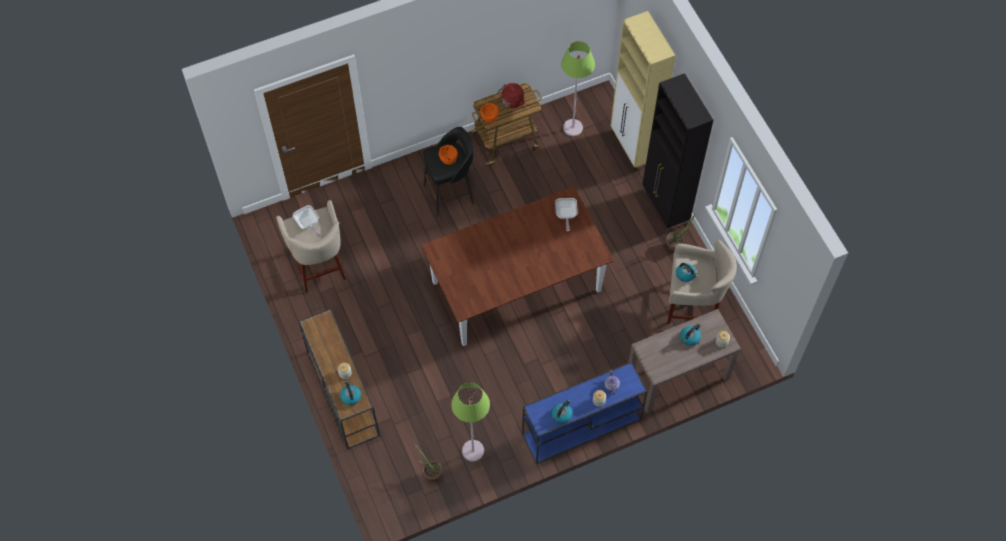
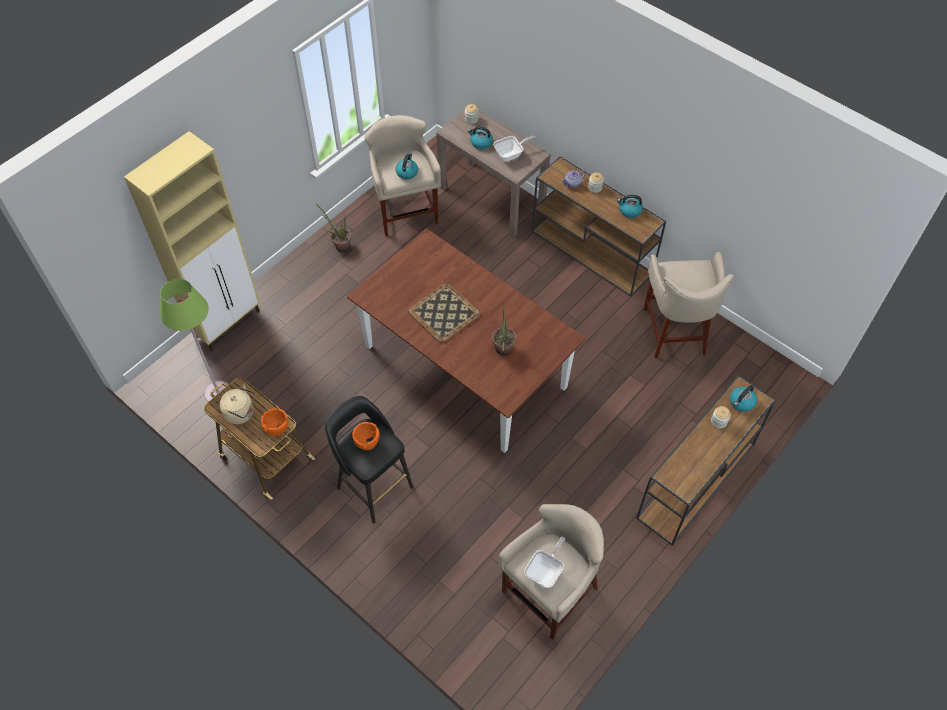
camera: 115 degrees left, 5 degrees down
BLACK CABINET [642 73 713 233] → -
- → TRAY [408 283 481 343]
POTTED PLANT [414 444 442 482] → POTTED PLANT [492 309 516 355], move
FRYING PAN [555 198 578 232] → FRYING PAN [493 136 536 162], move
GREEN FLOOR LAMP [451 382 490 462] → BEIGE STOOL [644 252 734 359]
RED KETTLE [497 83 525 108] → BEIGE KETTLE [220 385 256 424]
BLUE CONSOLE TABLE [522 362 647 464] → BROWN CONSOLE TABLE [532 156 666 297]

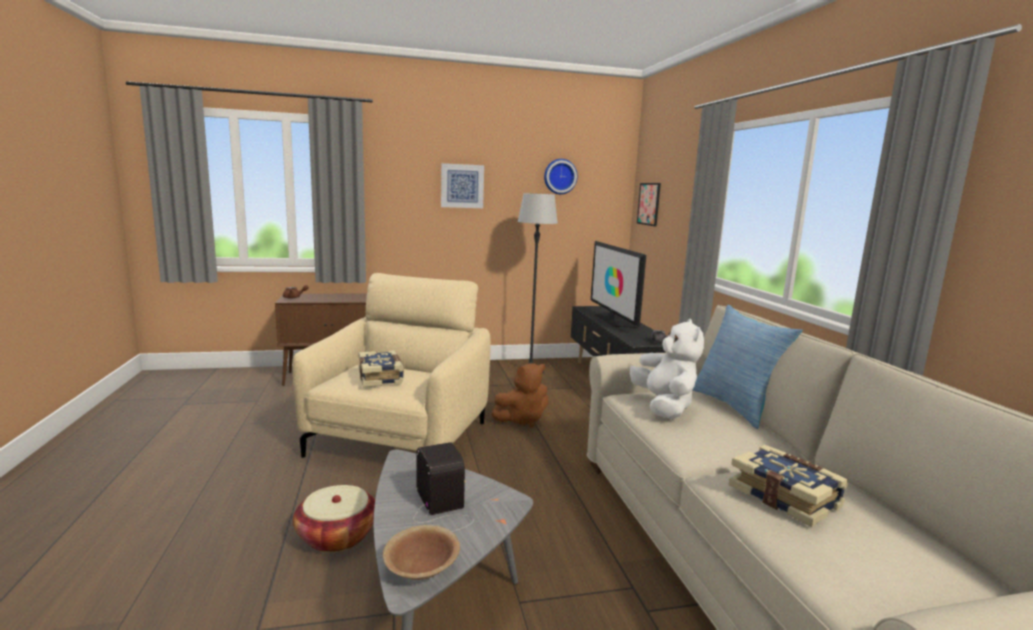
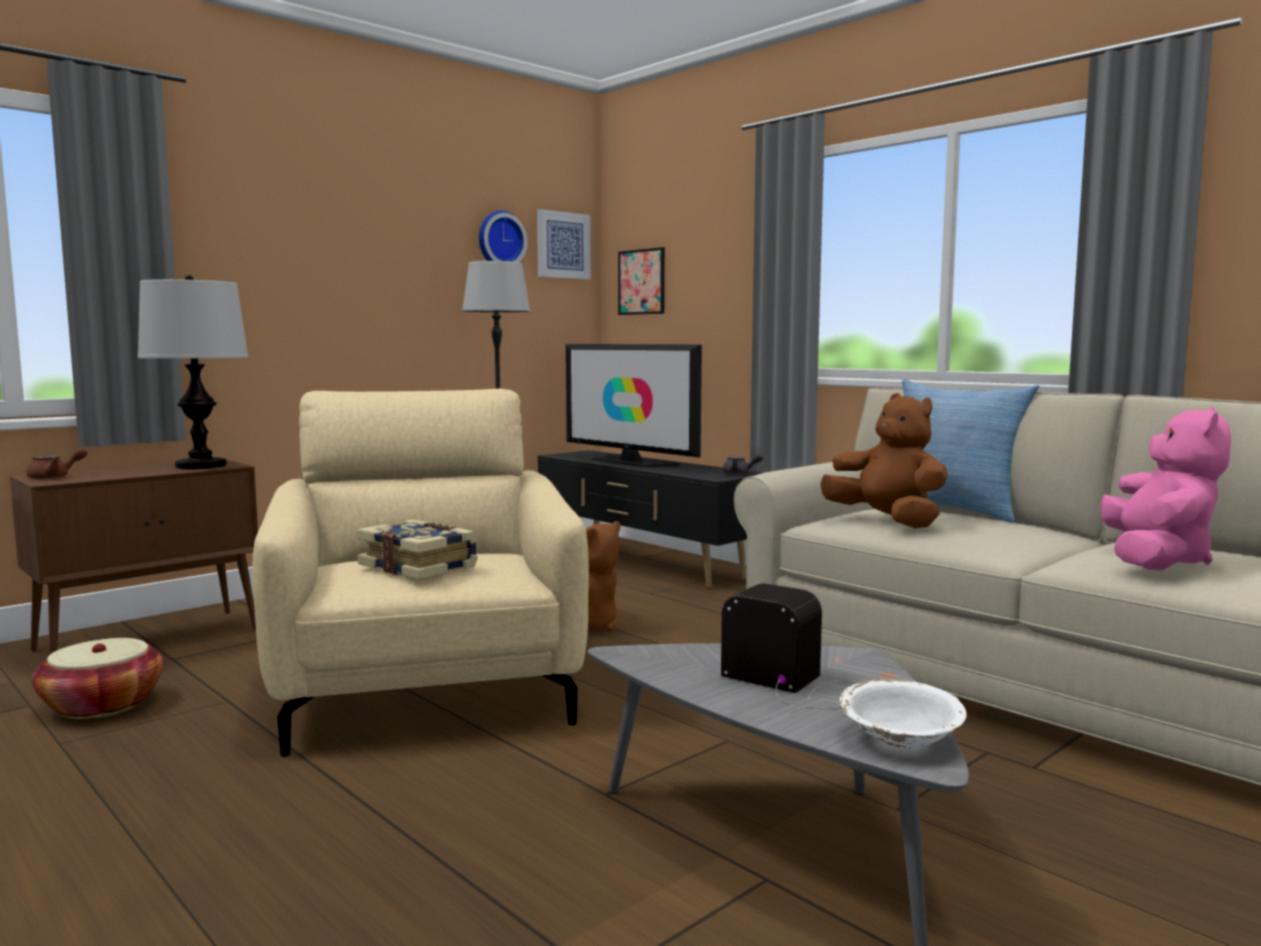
camera: 30 degrees left, 5 degrees down
- → TABLE LAMP [138 275 248 469]
BASKET [293 485 375 553] → BASKET [32 638 164 719], move
PICTURE [441 163 484 208] → PICTURE [537 209 591 280], move
BOOK [729 445 848 527] → PINK PLUSH TOY [1100 406 1231 570]
BROWN BOWL [382 525 460 580] → WHITE BOWL [839 679 967 750]
WHITE PLUSH TOY [630 319 704 419] → BROWN PLUSH TOY [820 393 948 528]

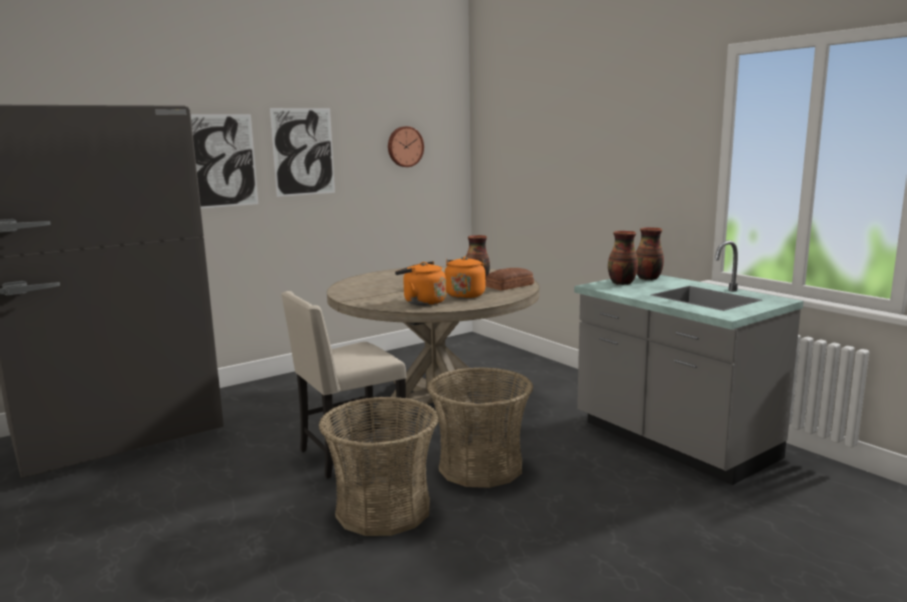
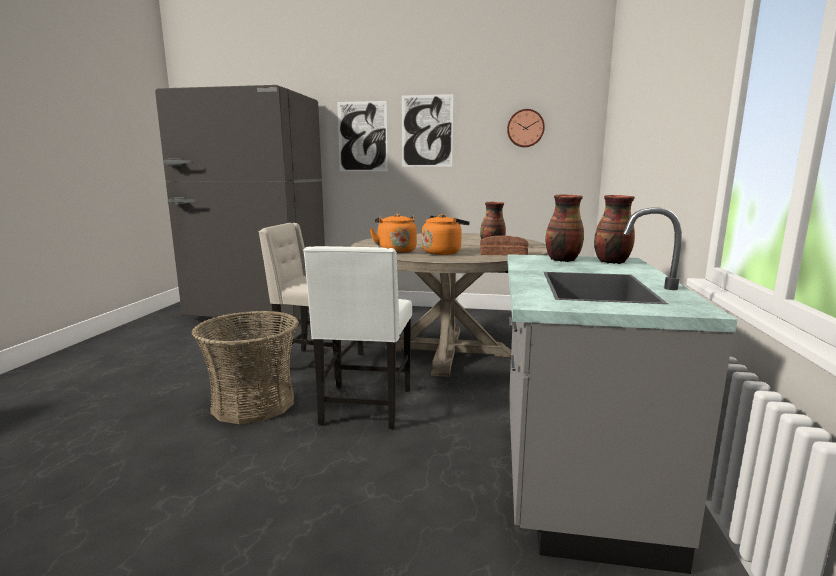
camera: 45 degrees right, 0 degrees up
BASKET [427 367 533 488] → WHITE CHAIR [303 246 412 429]

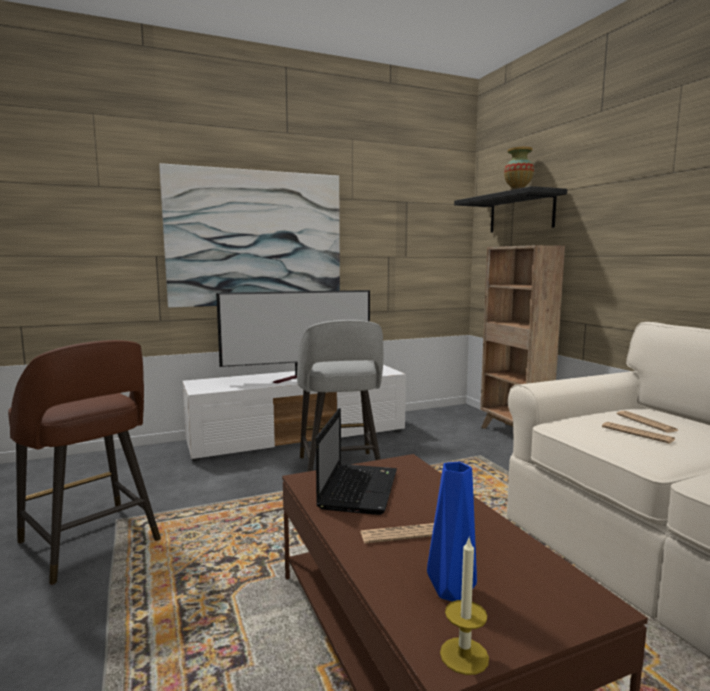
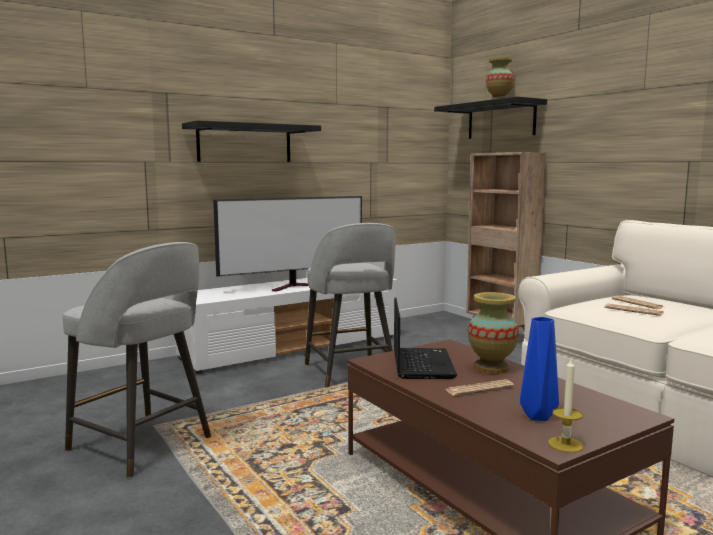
camera: 10 degrees left, 0 degrees up
- → VASE [468 292 519 374]
PICTURE [159 163 340 308] → BLACK SHELF [182 120 321 162]
BROWN STOOL [8 340 161 585] → GREY STOOL [63 242 211 478]

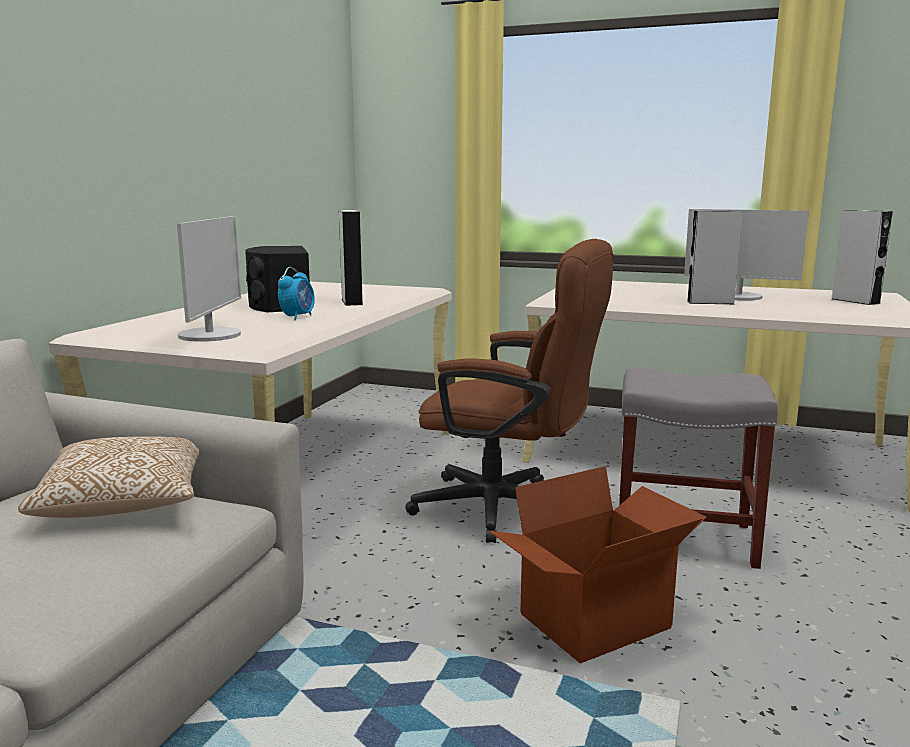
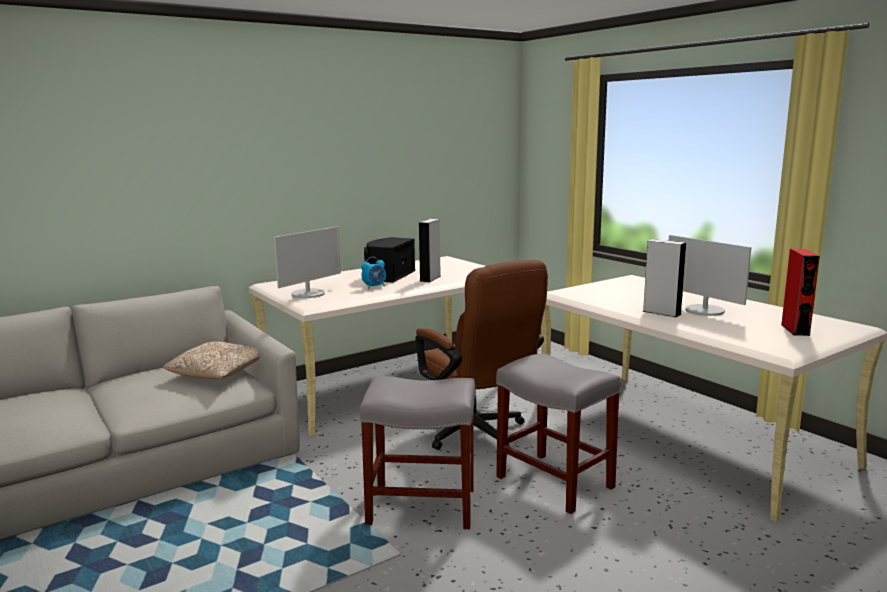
camera: 35 degrees right, 0 degrees up
CARDBOARD BOX [489 466 707 664] → GREY STOOL [360 376 475 529]
GREY SPEAKER [832 210 893 305] → RED SPEAKER [781 249 820 336]

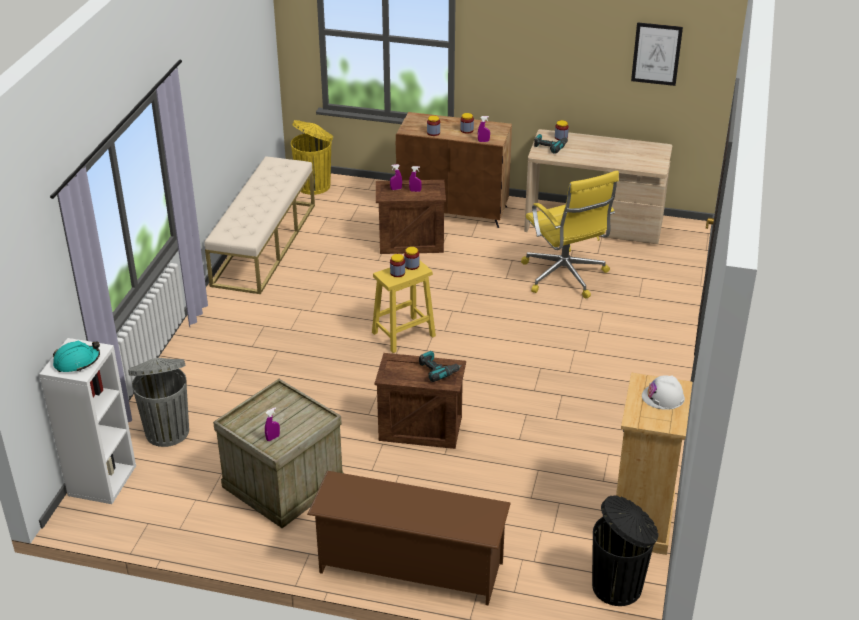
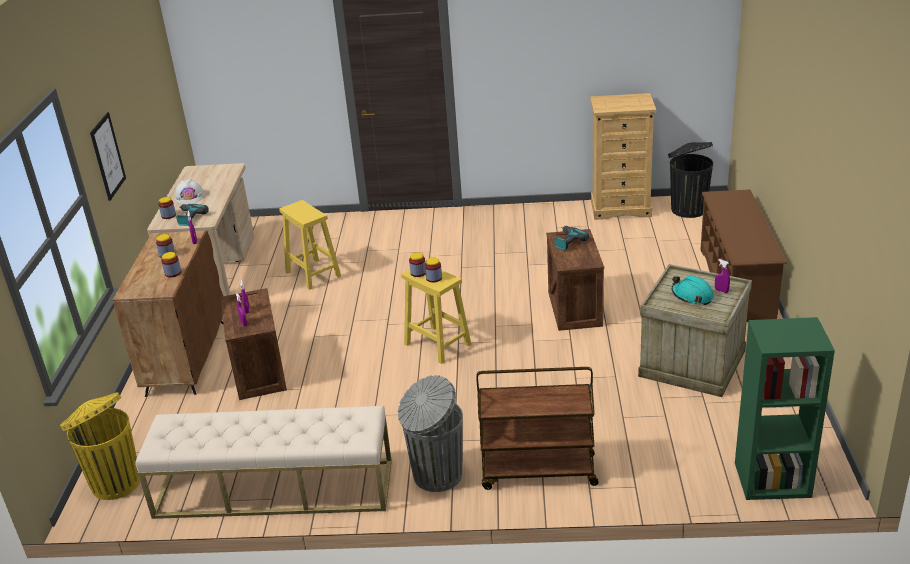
camera: 100 degrees left, 5 degrees down
- → BROWN CART [476 367 599 490]
TURQUOISE HARD HAT [53 340 100 372] → TURQUOISE HARD HAT [672 275 714 305], move
GREY TRASH CAN [128 358 189 447] → GREY TRASH CAN [398 375 463 492], move
PICTURE [631 22 683 86] → PICTURE [90 112 126 201], move
WHITE HARD HAT [642 375 685 410] → WHITE HARD HAT [175 179 205 204], move
YELLOW OFFICE CHAIR [521 170 619 298] → YELLOW STOOL [279 200 341 290]
WHITE BOOKCASE [39 338 136 504] → GREEN BOOKCASE [735 317 835 500]

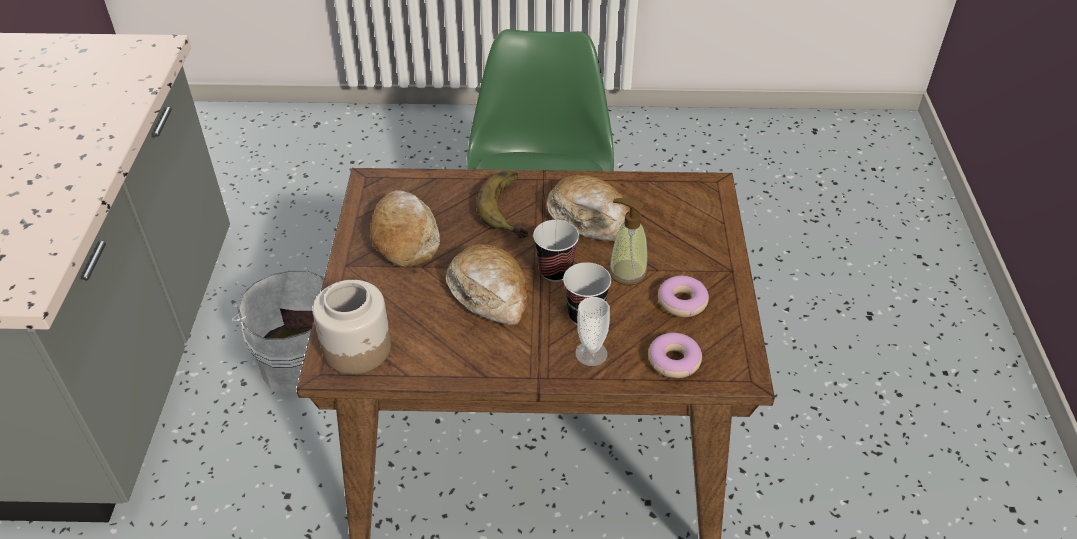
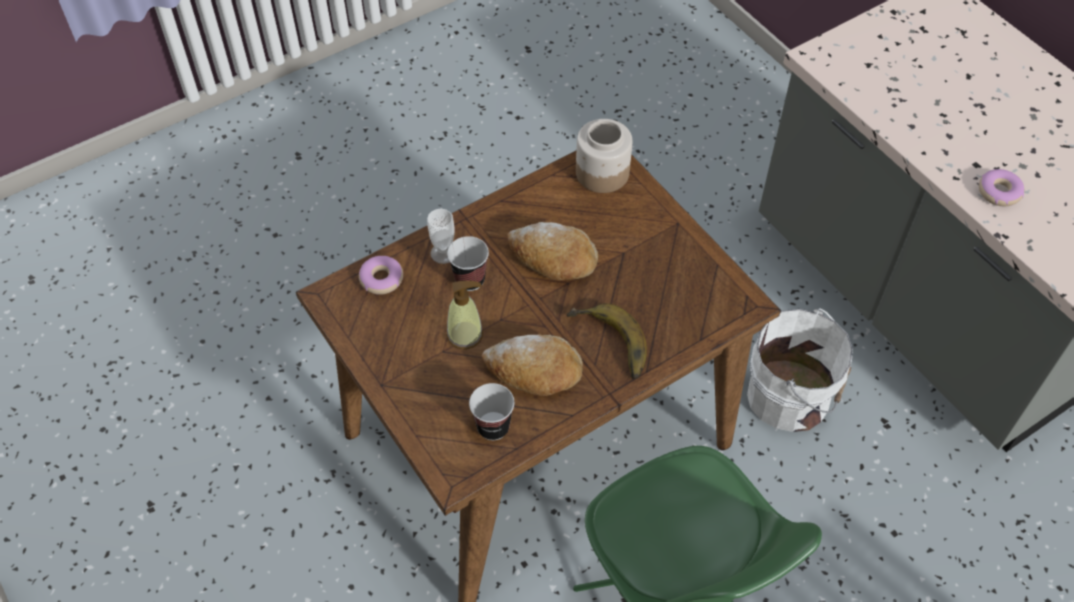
camera: 145 degrees right, 10 degrees up
BREAD [370 190 440 267] → -
CUP [533 220 579 282] → CUP [469 383 515 440], move
DONUT [658 276 709 317] → DONUT [979 169 1024 206], move

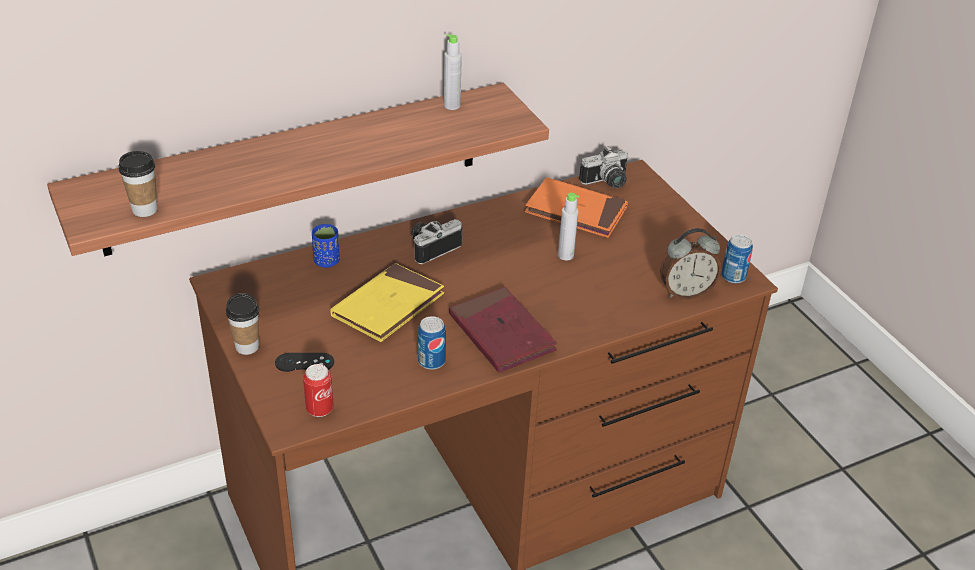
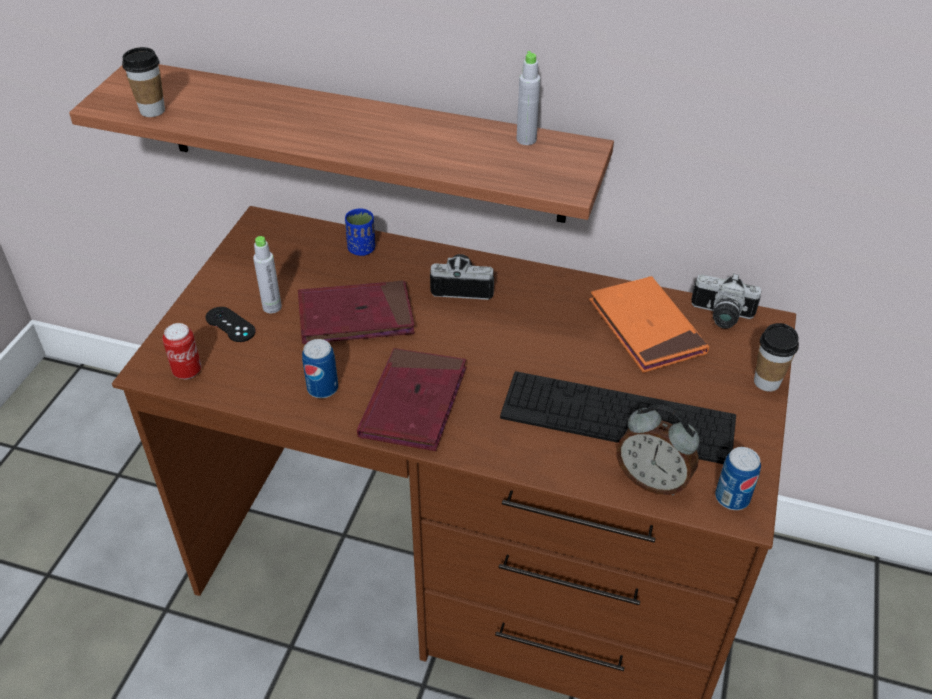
camera: 45 degrees right, 5 degrees up
- → KEYBOARD [500 371 736 464]
CUP [226 293 259 355] → CUP [754 323 799 392], move
GREY BOTTLE [558 193 579 260] → GREY BOTTLE [253 236 282 313], move
YELLOW BOOK [330 263 444 342] → RED BOOK [298 280 415 344]

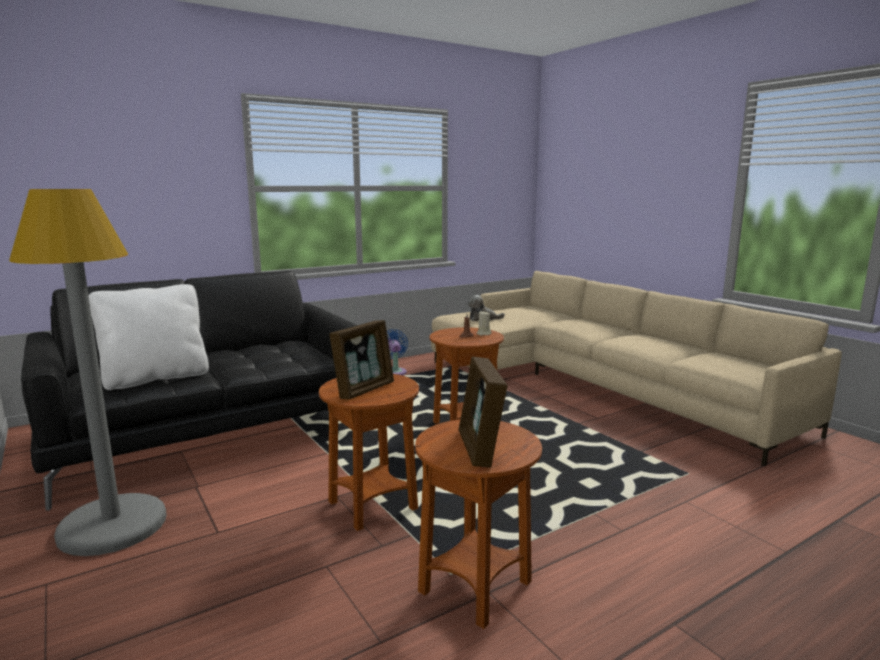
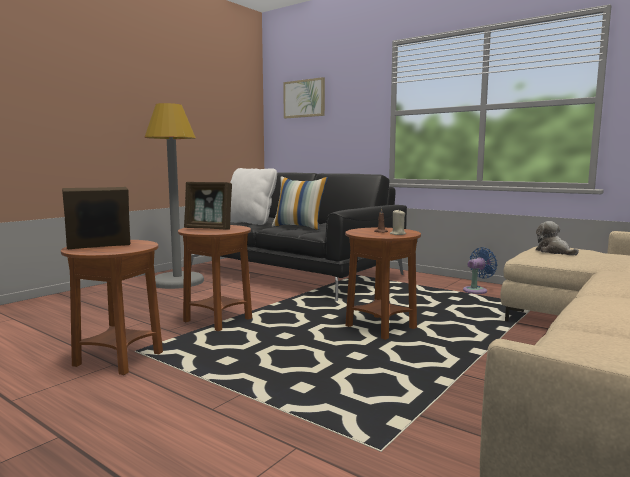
camera: 70 degrees right, 5 degrees down
- → PILLOW [272 176 328 230]
- → PICTURE [283 77 325 118]

